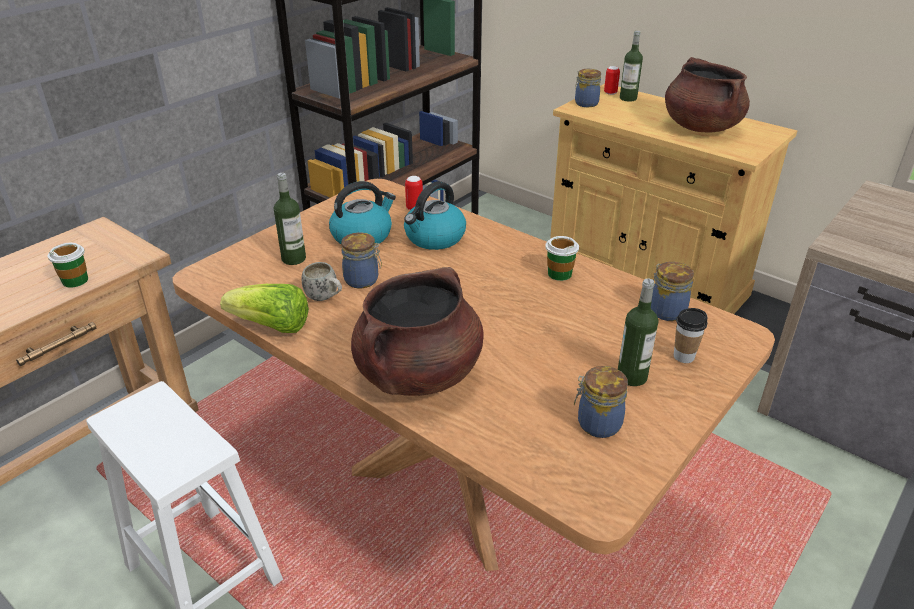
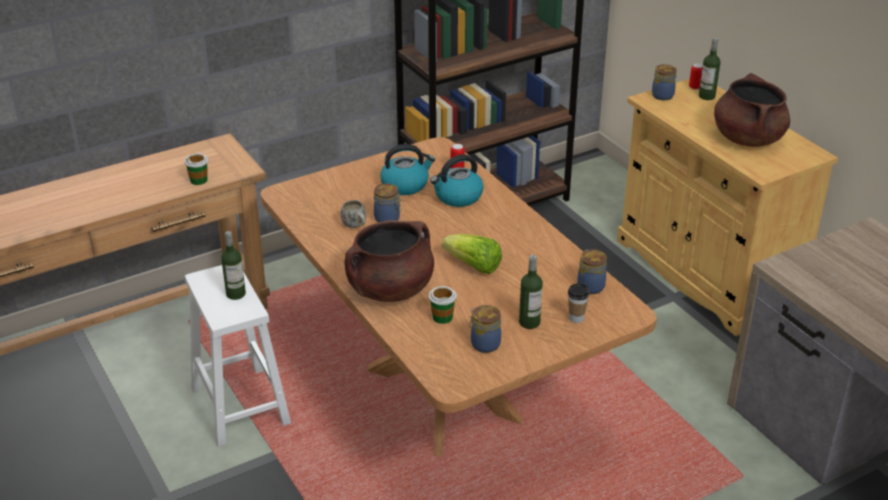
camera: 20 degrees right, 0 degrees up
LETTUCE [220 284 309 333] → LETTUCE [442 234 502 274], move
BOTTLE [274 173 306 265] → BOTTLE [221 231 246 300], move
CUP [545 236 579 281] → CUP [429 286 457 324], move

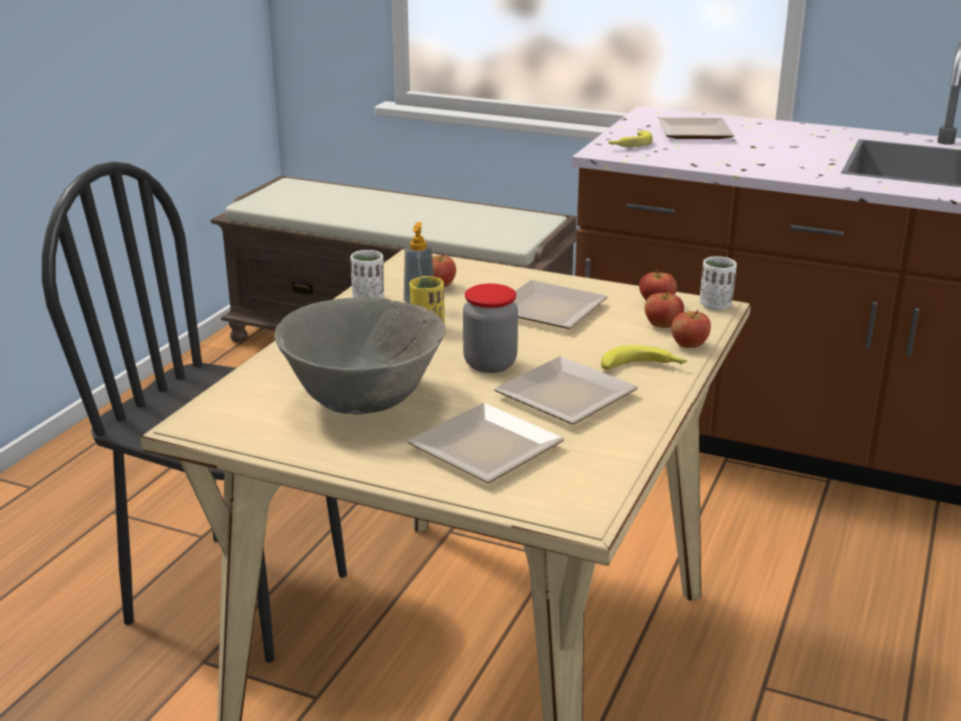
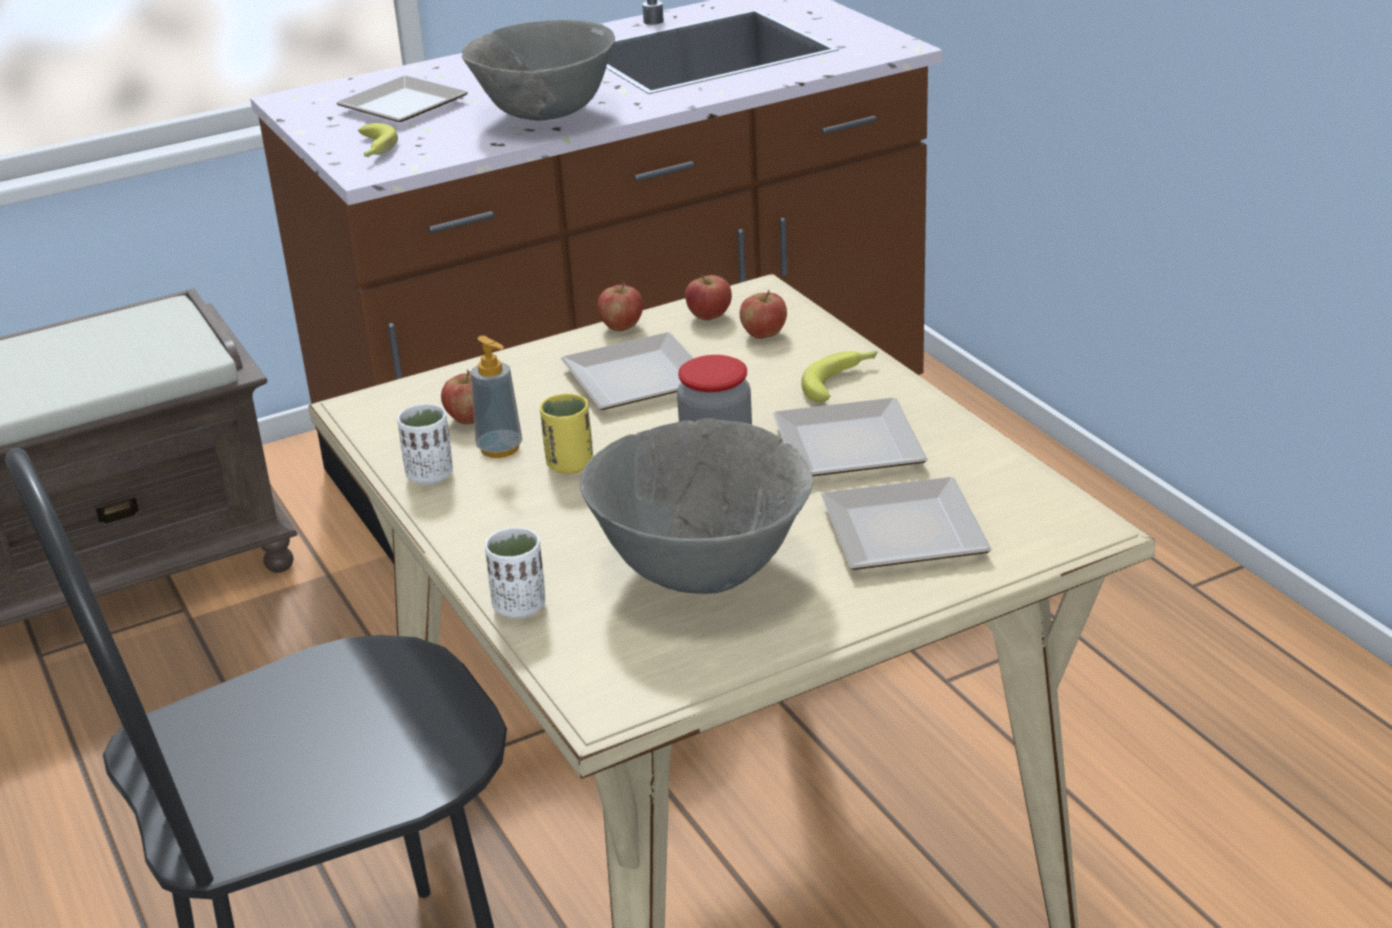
camera: 50 degrees left, 5 degrees up
- → GREY BOWL [462 20 615 121]
APPLE [671 309 711 348] → APPLE [597 281 643 331], move
WHITE CUP [700 256 737 310] → WHITE CUP [485 527 545 619], move

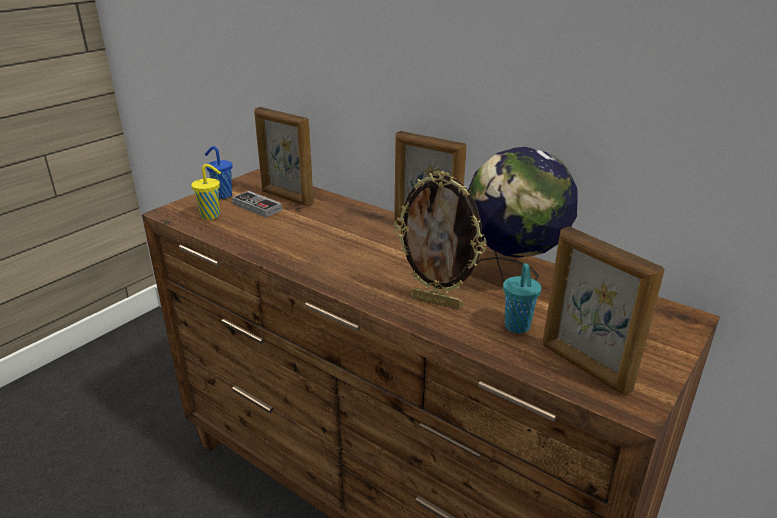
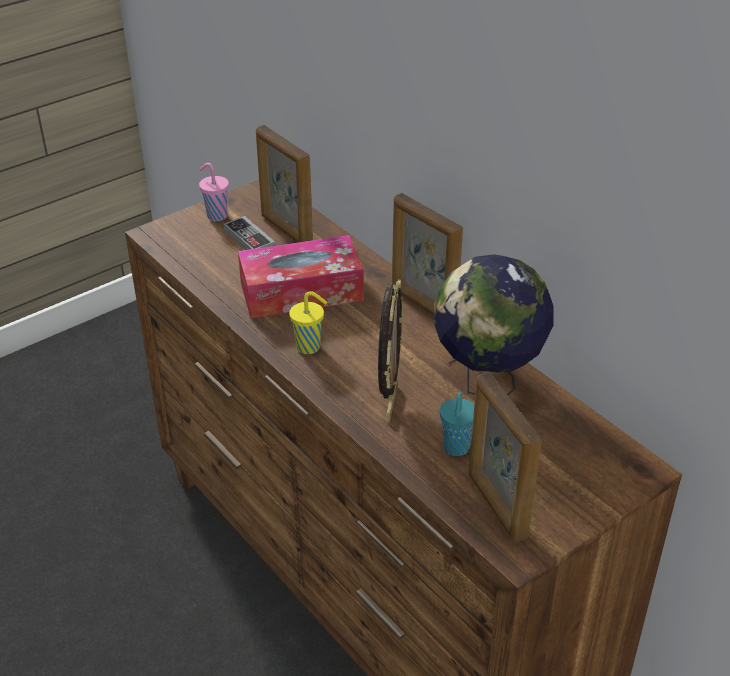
camera: 15 degrees right, 10 degrees up
- → TISSUE BOX [238 235 364 318]
YELLOW CUP [191 164 221 220] → YELLOW CUP [289 291 327 354], move
BLUE CUP [205 146 232 199] → PINK CUP [199 163 229 221]
PICTURE FRAME [394 170 487 310] → PICTURE FRAME [378 279 403 422], 120 degrees counterclockwise

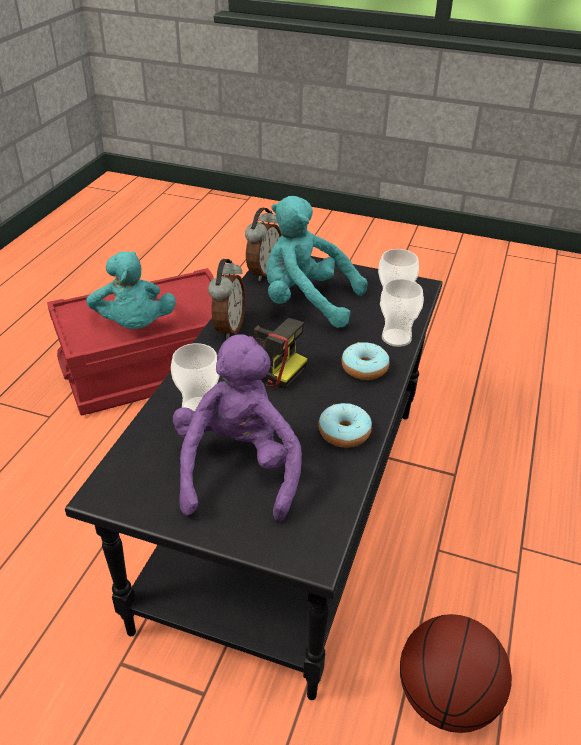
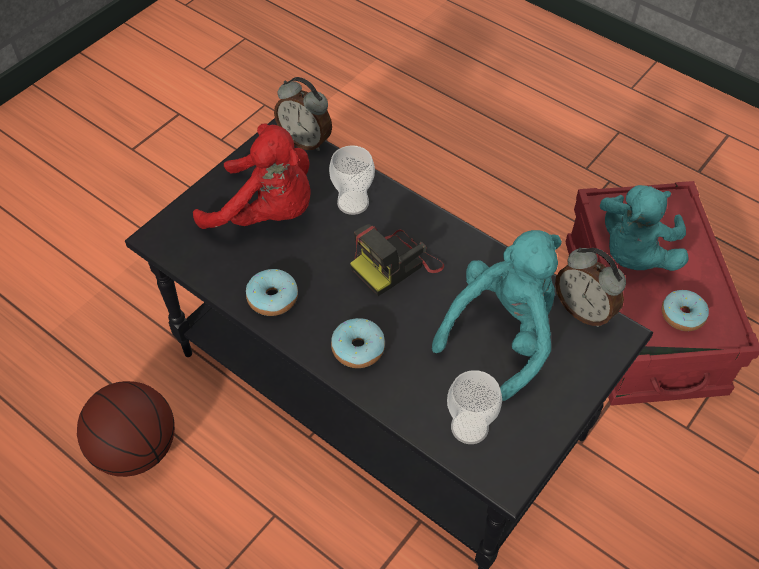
camera: 110 degrees right, 15 degrees up
CUP [380 279 424 347] → -
- → DONUT [662 290 709 331]
ALARM CLOCK [208 259 246 339] → ALARM CLOCK [274 77 332 151], move
PURPLE PLUSH TOY [173 334 302 522] → RED PLUSH TOY [193 123 311 229]
TURQUOISE PLUSH TOY [86 252 176 329] → TURQUOISE PLUSH TOY [600 185 689 271], 60 degrees counterclockwise

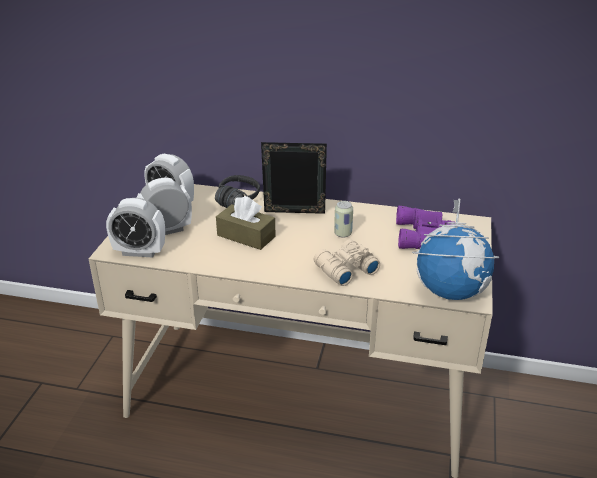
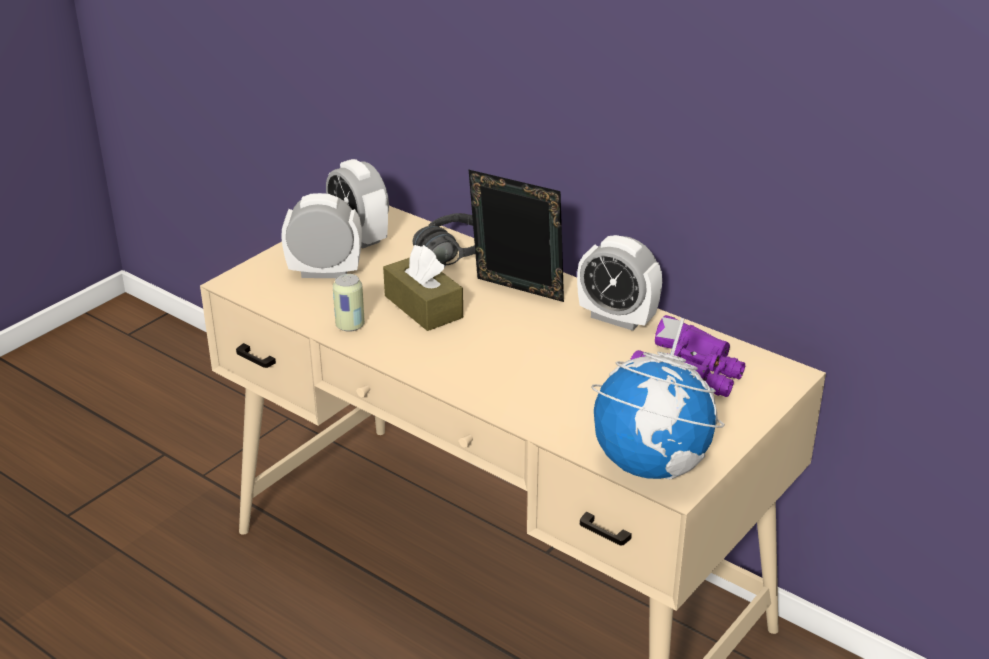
camera: 25 degrees right, 0 degrees up
BEIGE BINOCULARS [314 239 380 286] → -
ALARM CLOCK [106 198 165 257] → ALARM CLOCK [577 235 662 331], move
CAN [334 201 353 238] → CAN [333 274 365 332], move

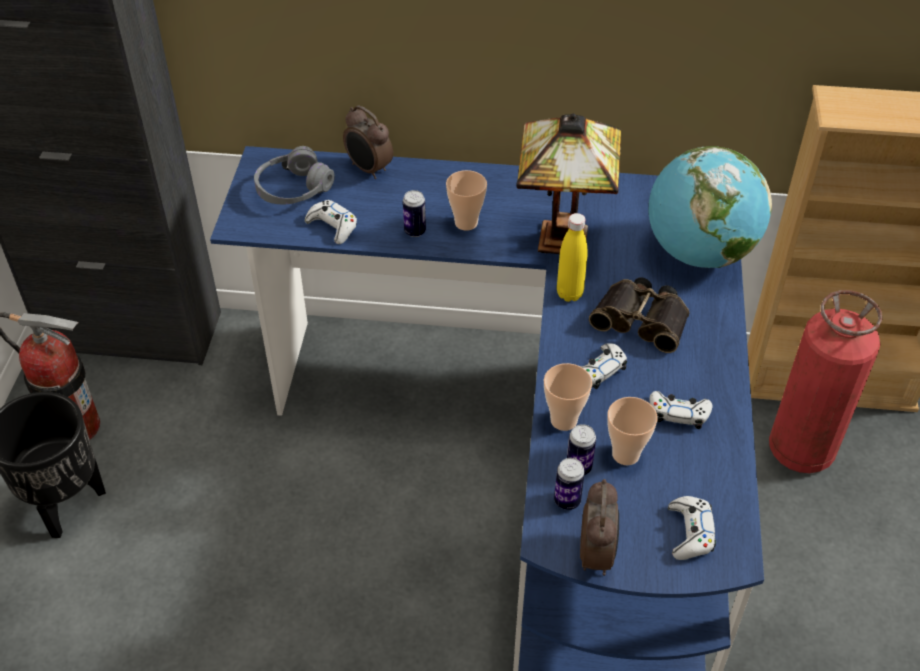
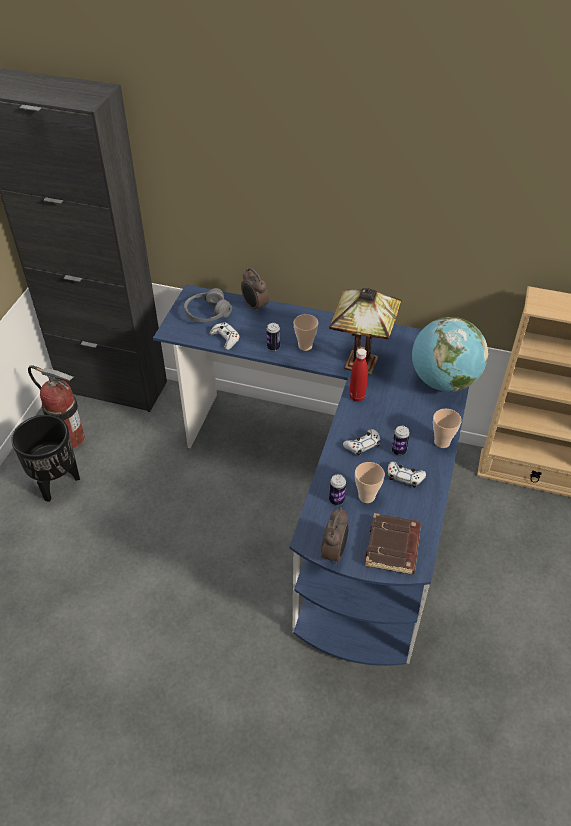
camera: 10 degrees right, 0 degrees up
BINOCULARS [589 277 690 353] → -
FIRE EXTINGUISHER [769 290 882 473] → -
CUP [544 363 592 431] → CUP [433 409 462 448], move
CAN [554 458 585 510] → CAN [392 426 410 456], move
WHITE GAME CONTROLLER [668 496 716 560] → BROWN BOOK [365 513 421 575]
YELLOW BOTTLE [557 213 588 302] → RED BOTTLE [349 348 368 401]

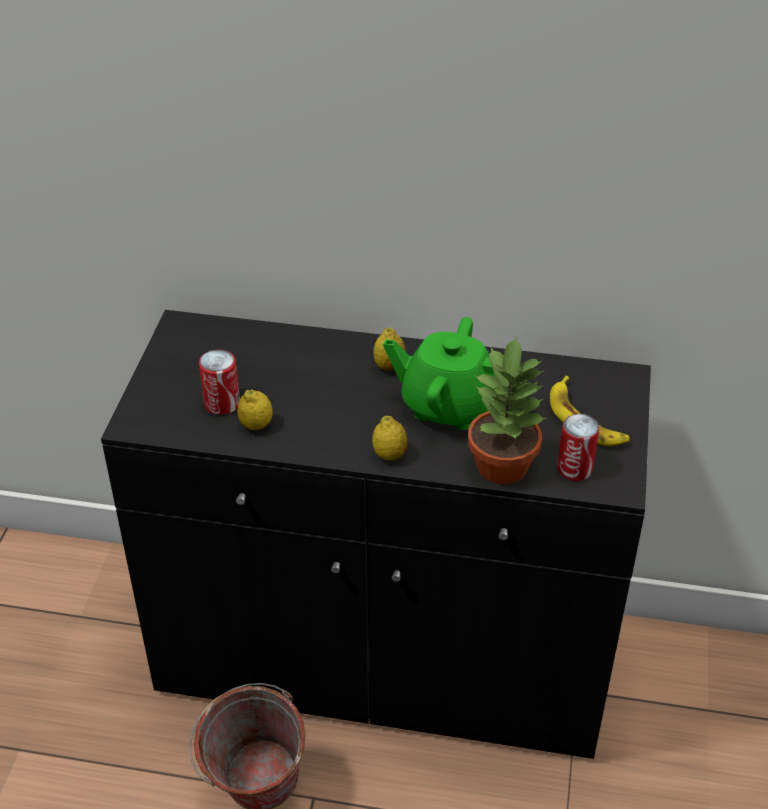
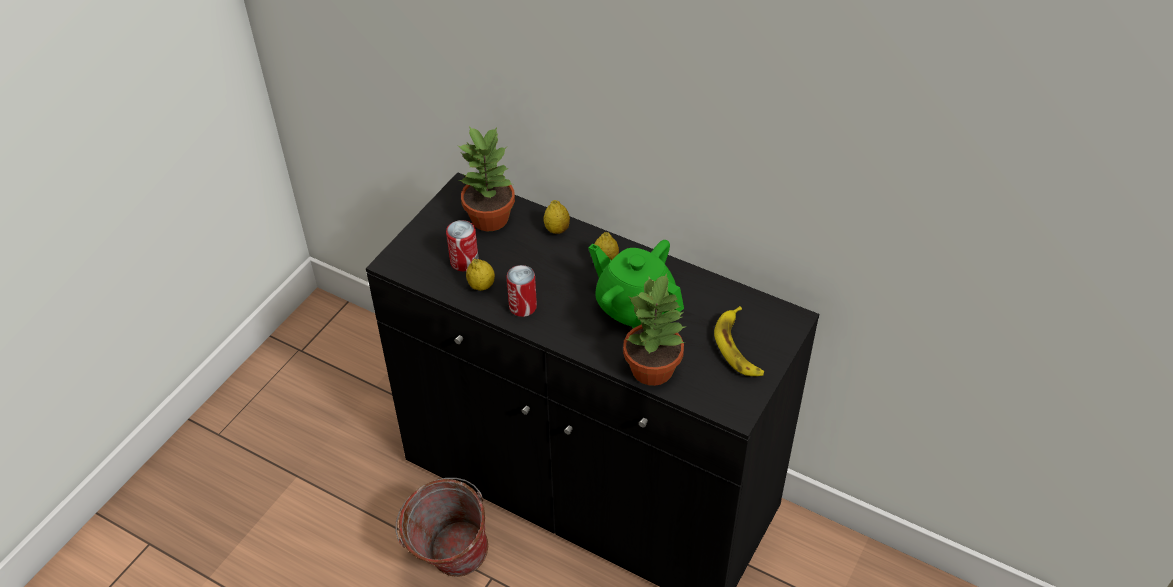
camera: 20 degrees right, 5 degrees up
- → POTTED PLANT [457 126 515 231]
LEMON [372 416 408 460] → LEMON [544 200 570 234], move
CAN [557 414 599 481] → CAN [506 265 537 317], move

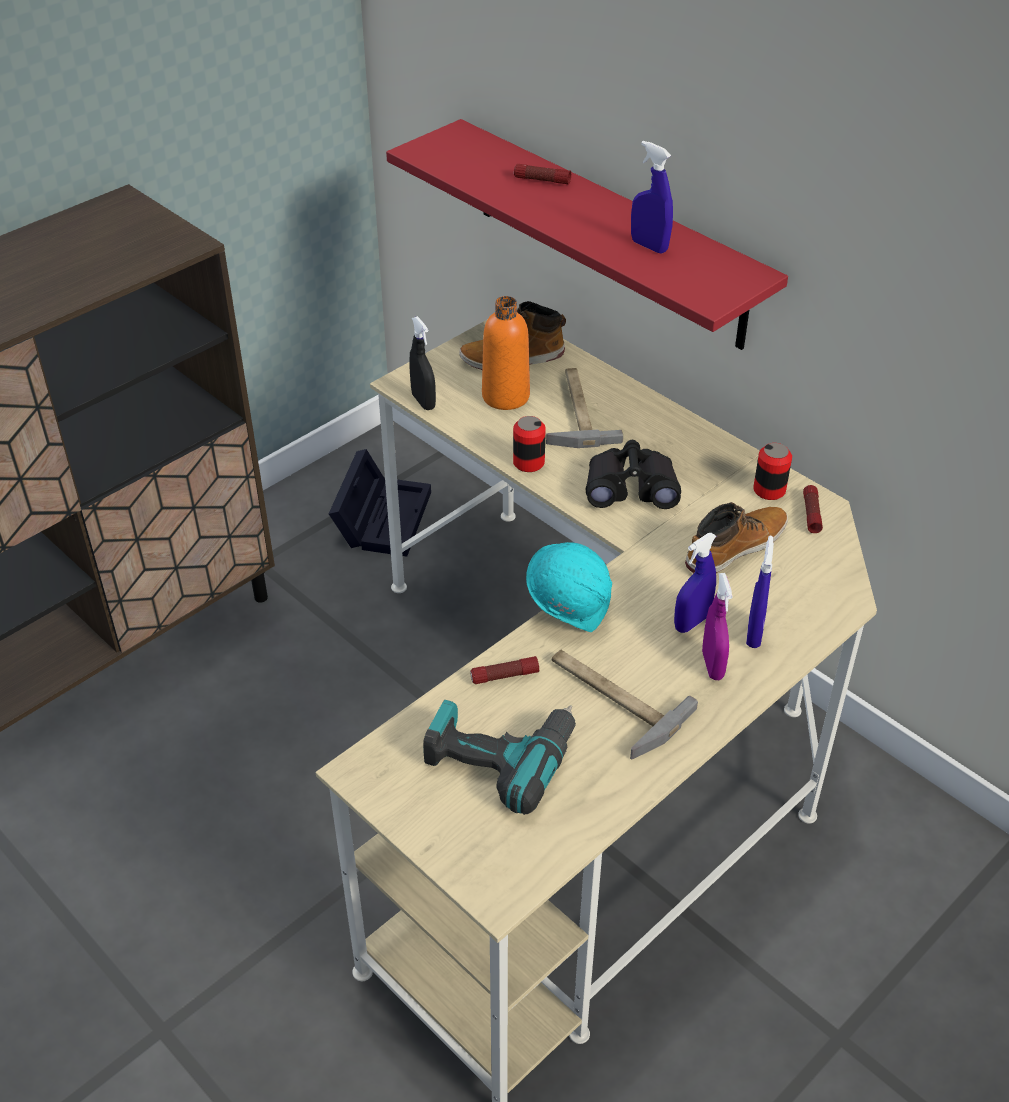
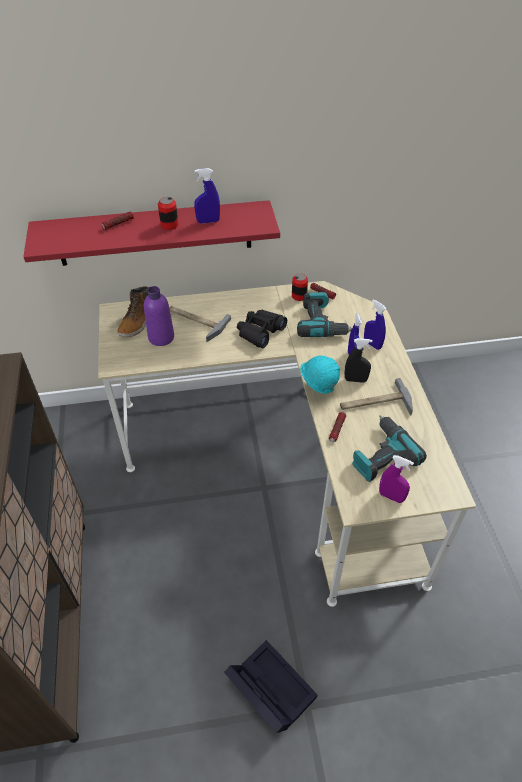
camera: 55 degrees left, 5 degrees up
BLACK STORAGE BOX [329 449 431 556] → BLACK STORAGE BOX [224 640 317 733], move
BLACK SPRAY BOTTLE [409 316 436 410] → BLACK SPRAY BOTTLE [345 338 373 383], move
CAN [513 416 546 472] → CAN [158 197 178 230], move
PURPLE SPRAY BOTTLE [702 573 733 680] → PURPLE SPRAY BOTTLE [379 455 414 503], move
BOOT [685 502 788 573] → POWER DRILL [297 292 352 337]
ORANGE BOTTLE [482 296 530 410] → PURPLE BOTTLE [144 286 174 346]

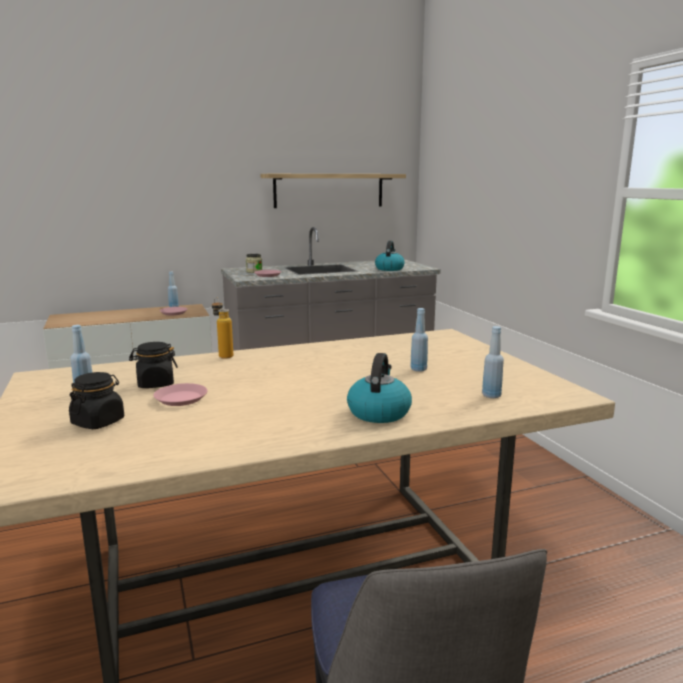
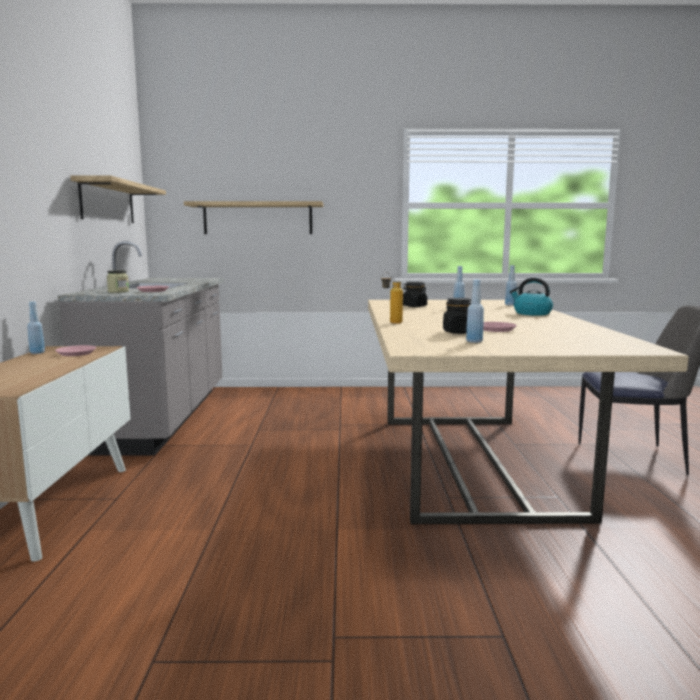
camera: 70 degrees left, 5 degrees down
KETTLE [375 241 405 271] → -
- → SHELF [184 201 323 234]
BLACK JAR [69 372 124 429] → BLACK JAR [403 282 427 307], move

